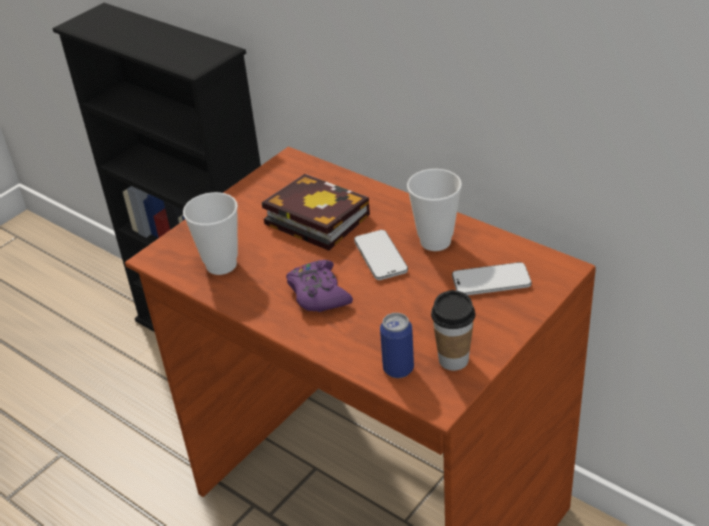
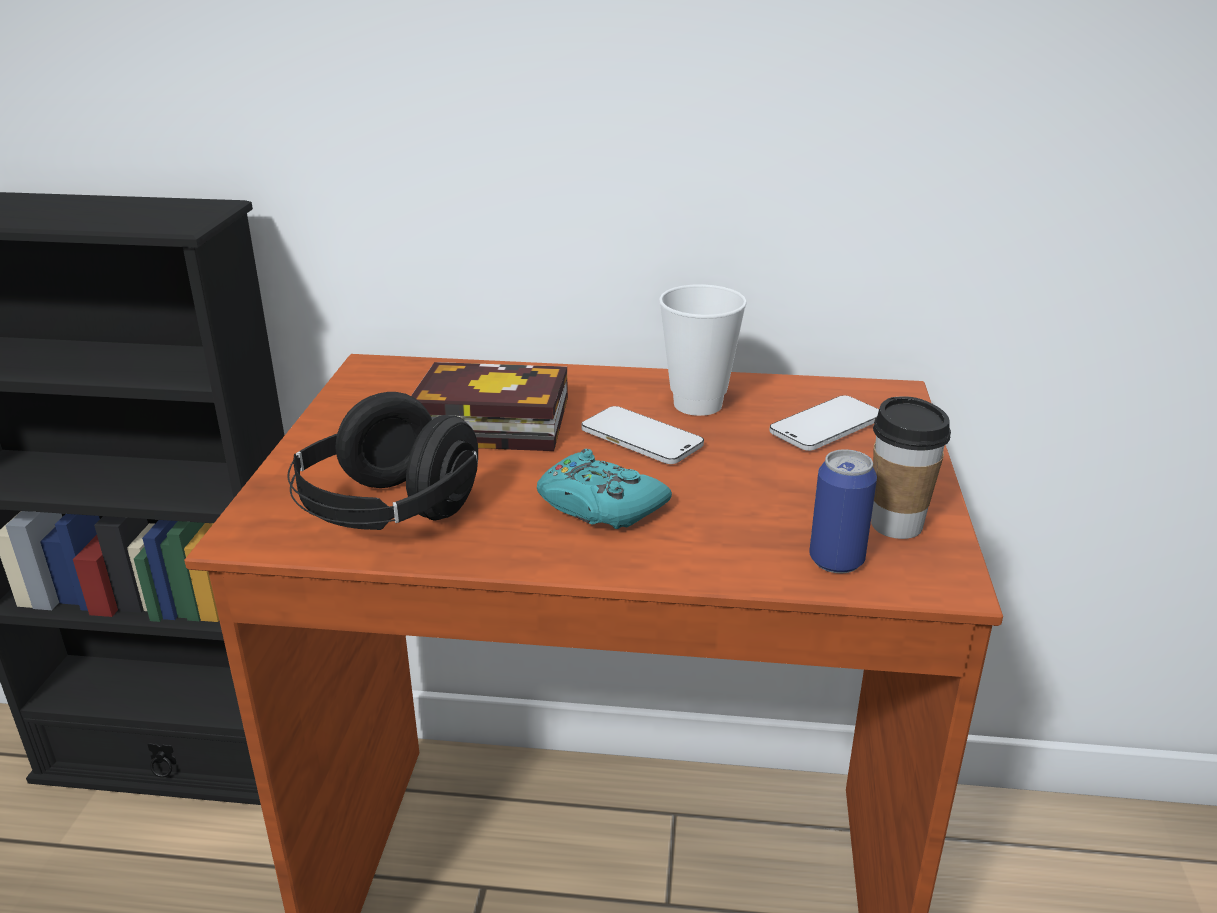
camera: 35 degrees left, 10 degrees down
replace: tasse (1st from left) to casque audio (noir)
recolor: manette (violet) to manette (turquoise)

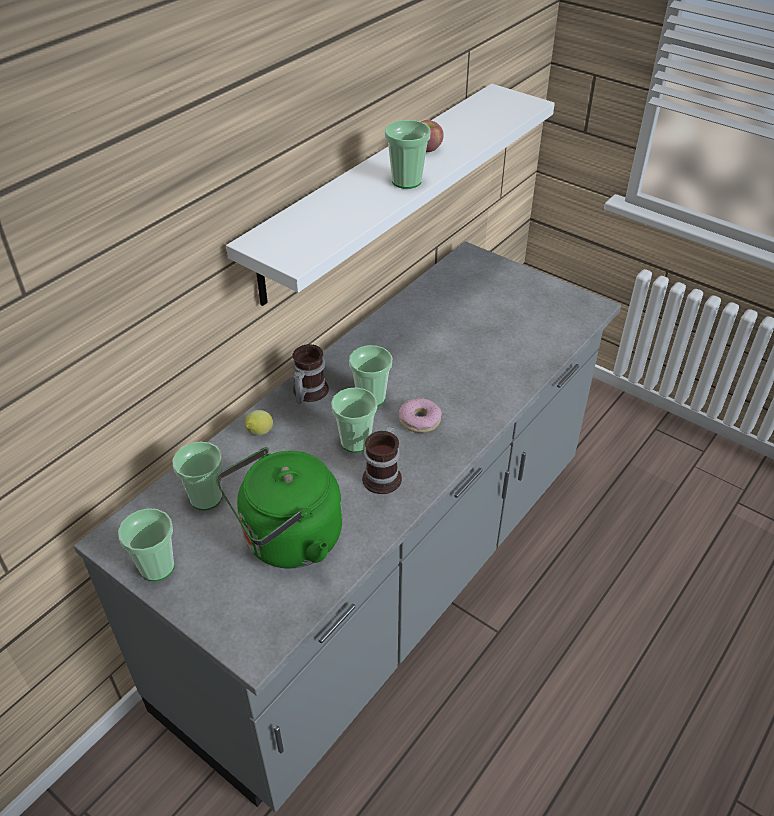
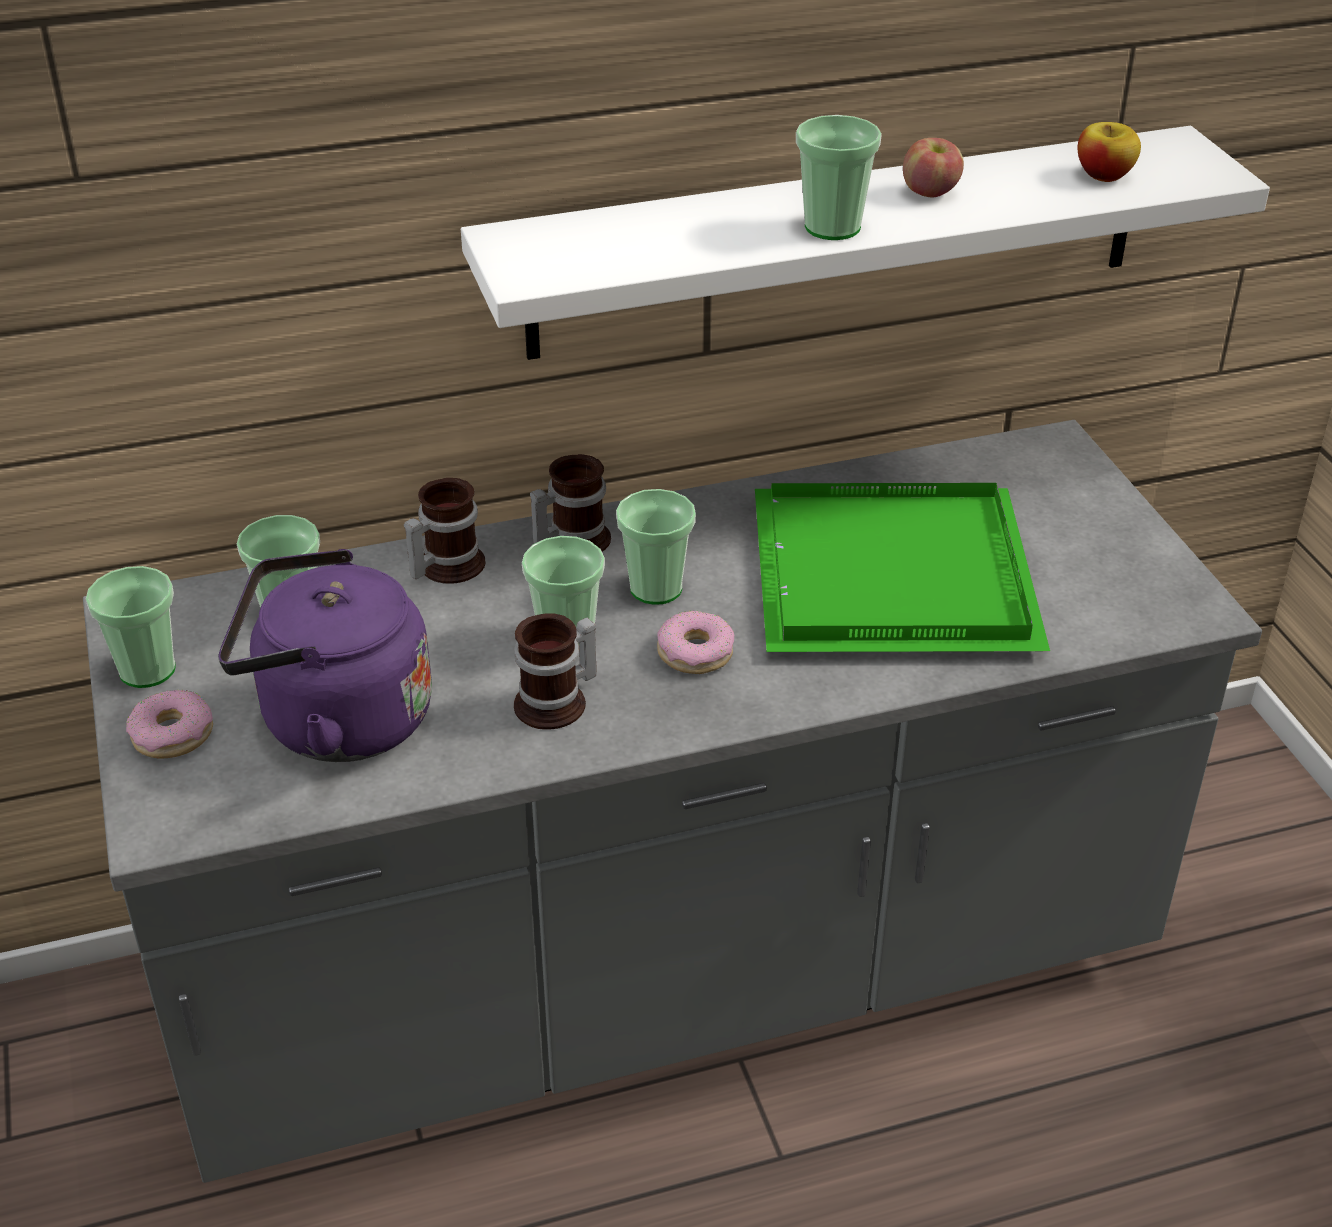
camera: 35 degrees right, 5 degrees down
insert: pomme (2nd from left); plateau (vert); beignet (1st from left)
replace: citron to mug (1st from left)
recolor: bouilloire (vert) to bouilloire (violet)

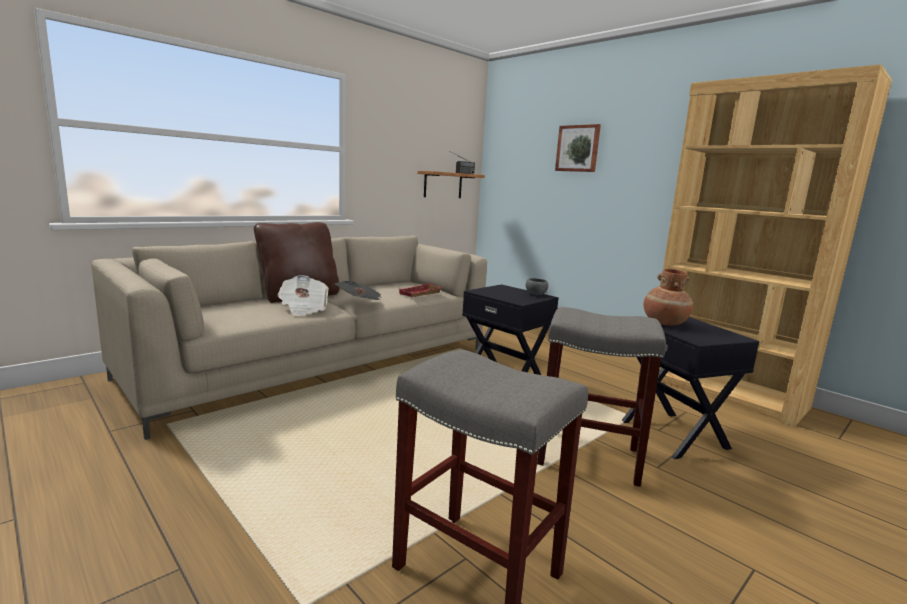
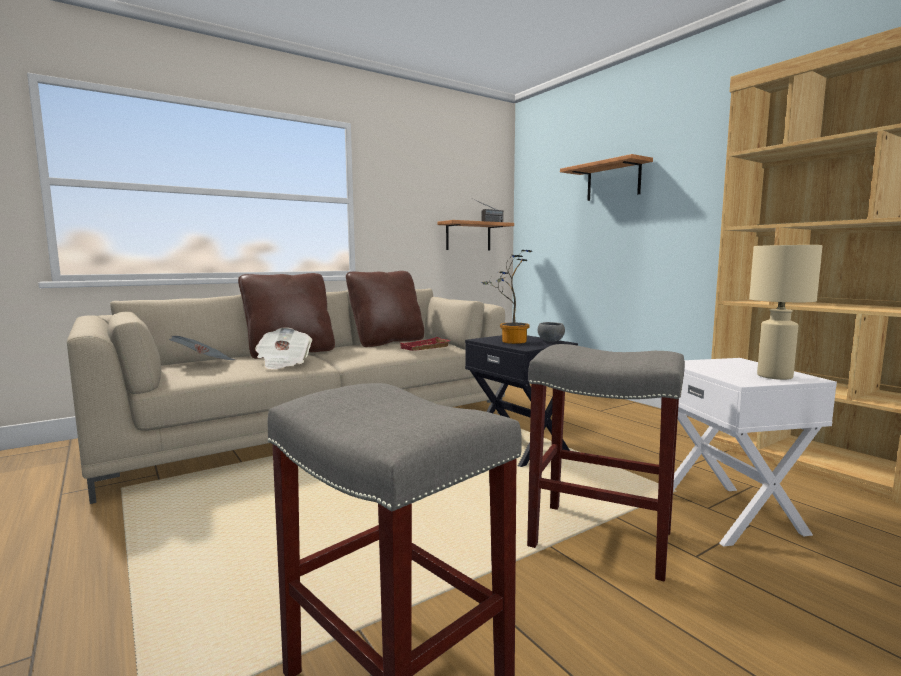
camera: 10 degrees right, 5 degrees down
delete: vase (marron)
insert: lampe de table (beige); plante en pot; coussin (marron) (2nd from left)
move: journal (2nd from left in the first image) to journal (1st from left)
replace: tableau to étagère (2nd from left)
recolor: table d'appoint (noir) (2nd from left) to table d'appoint (blanc)

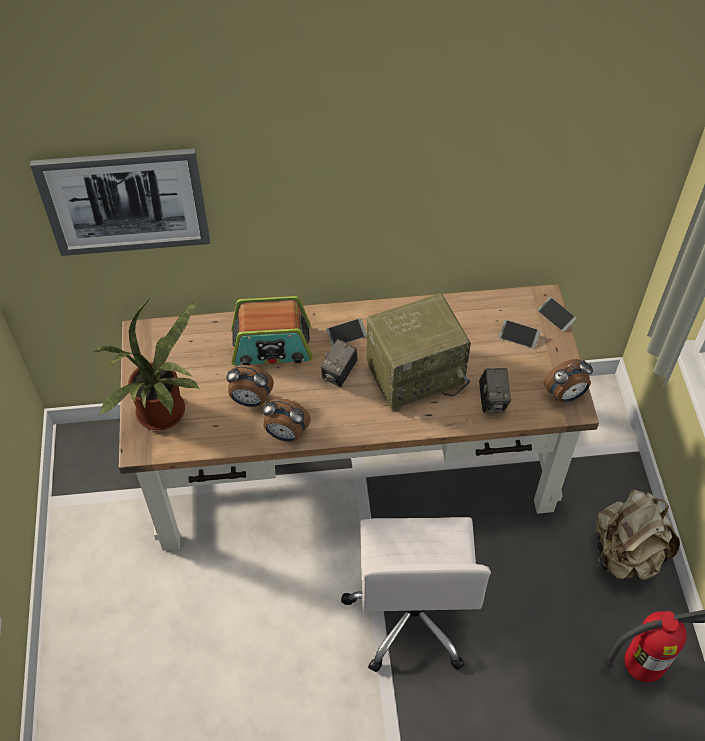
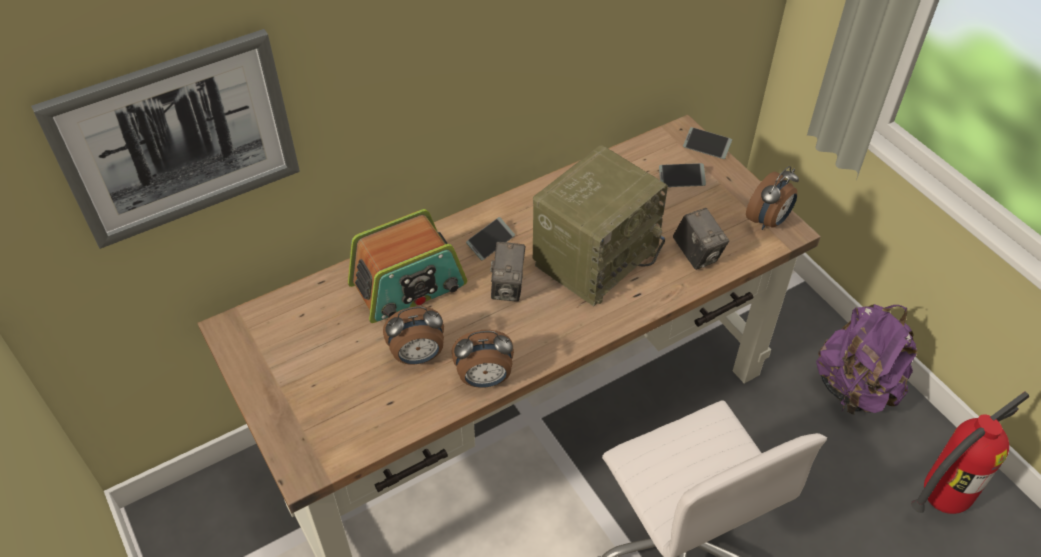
camera: 25 degrees left, 5 degrees down
delete: plante en pot
recolor: sac à dos (beige) to sac à dos (violet)

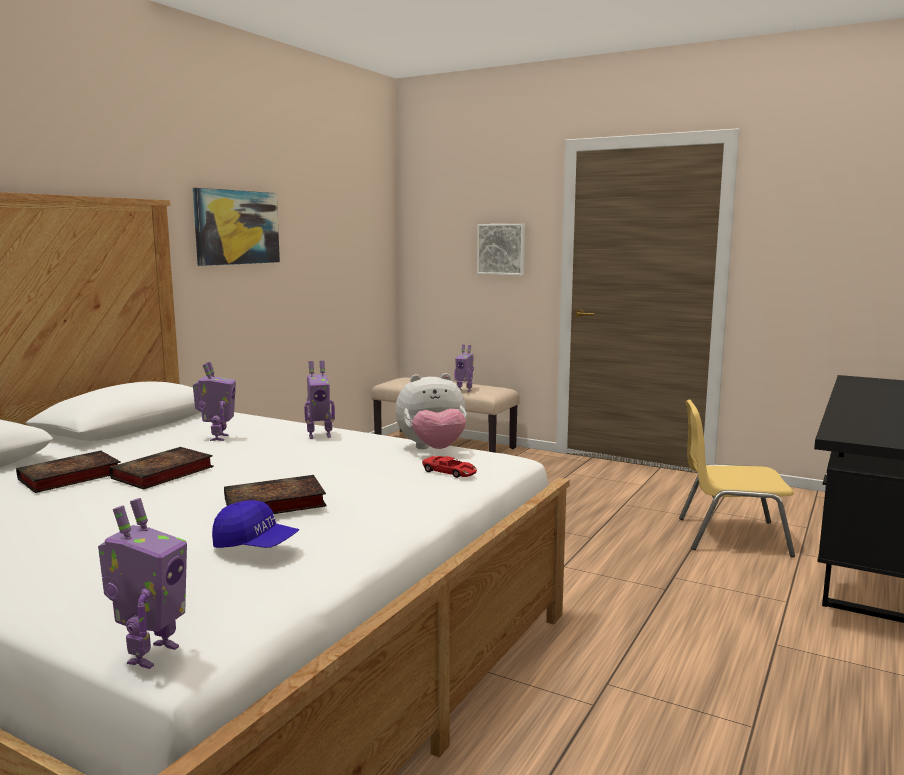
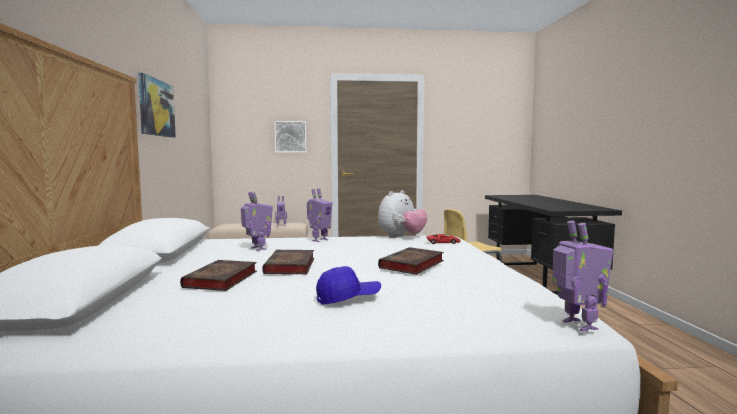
camera: 35 degrees left, 5 degrees down
move: casquette (bleu)

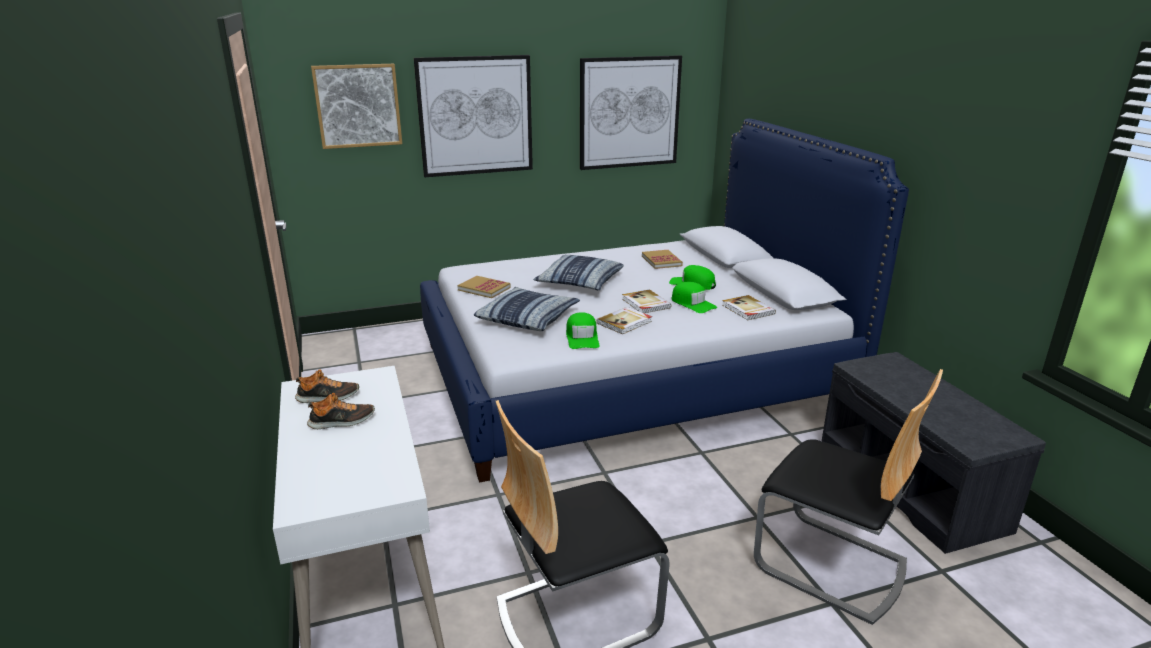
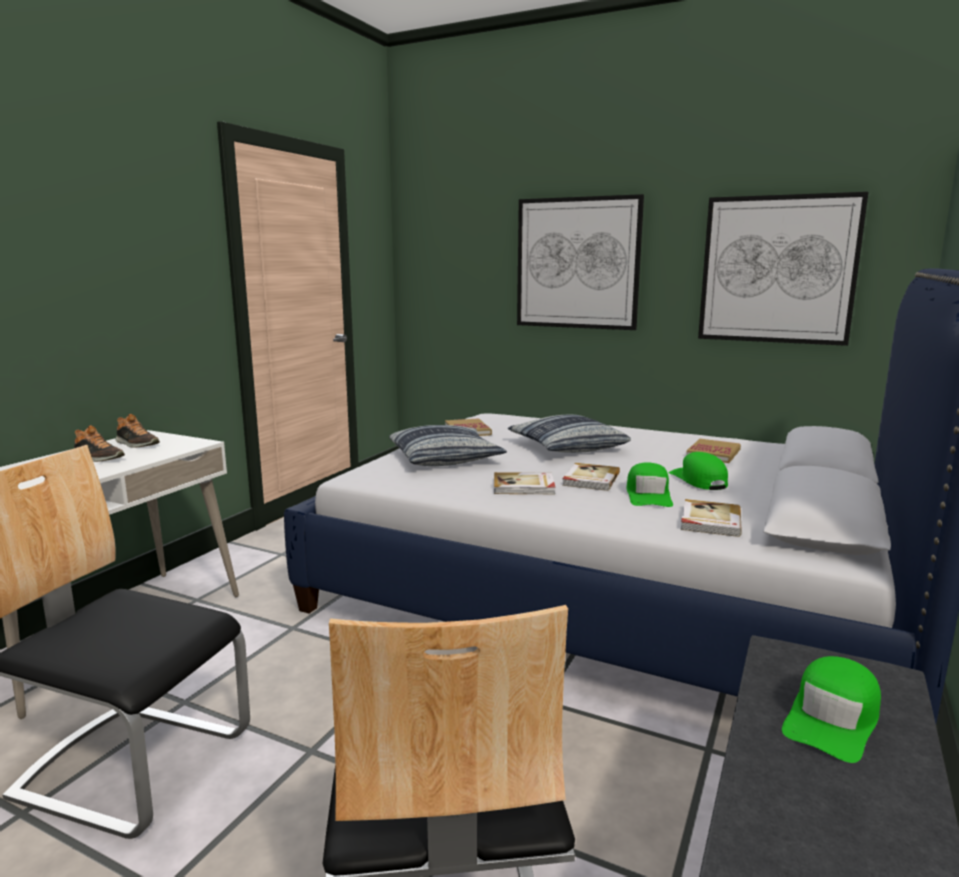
camera: 45 degrees right, 10 degrees down
delete: tableau (1st from left)
move: casquette (vert) (1st from left in the first image) to casquette (vert) (3rd from left)

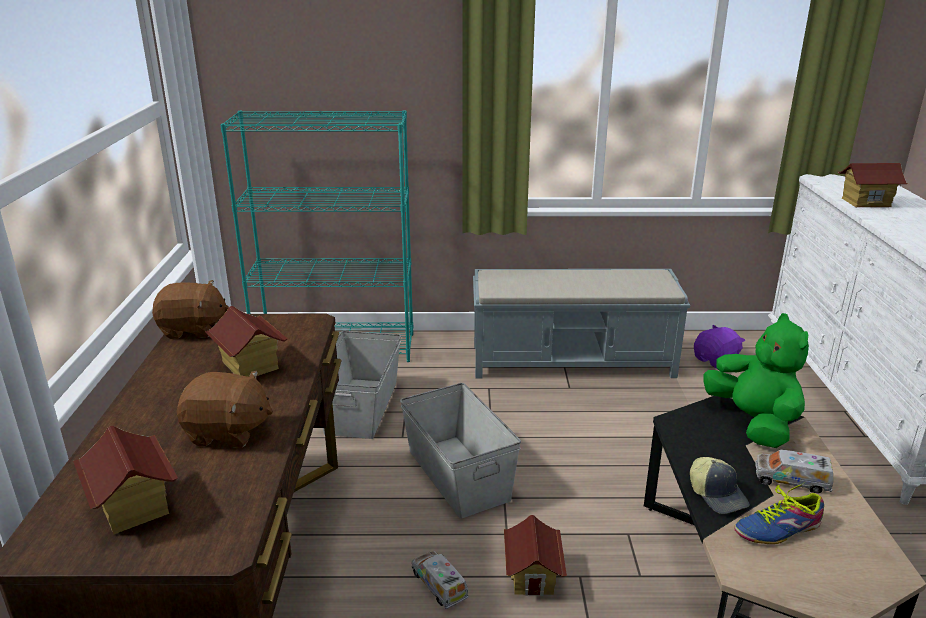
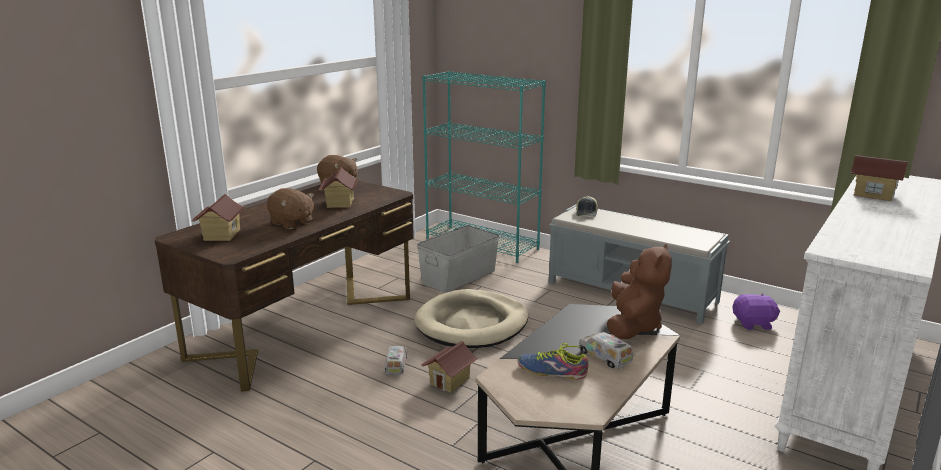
camera: 35 degrees right, 5 degrees down
move: casquette
replace: boîte de rangement (gris) (2nd from left) to panier pour chien (beige)
recolor: peluche (vert) to peluche (marron) (3rd from left)

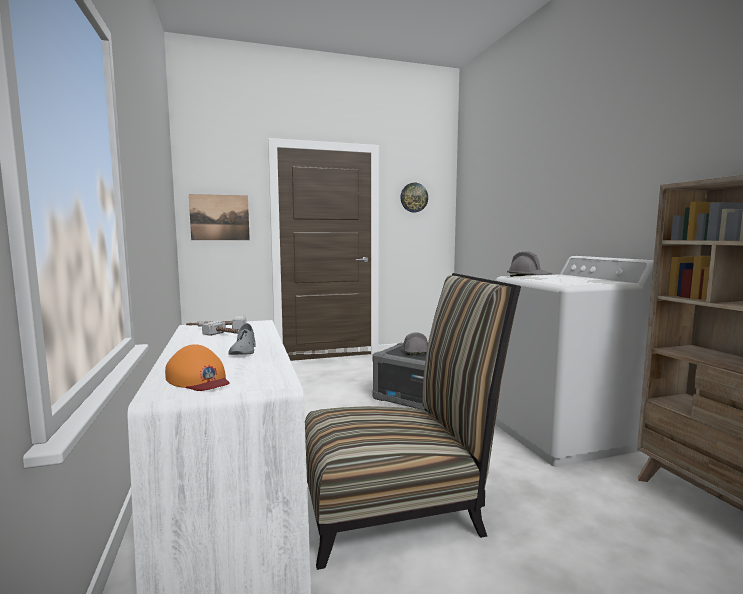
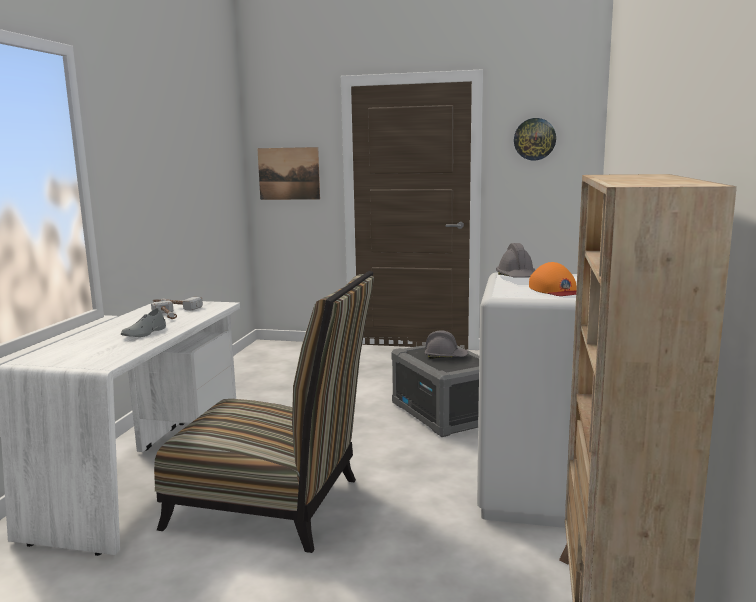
camera: 30 degrees right, 5 degrees up
move: casquette (orange)

